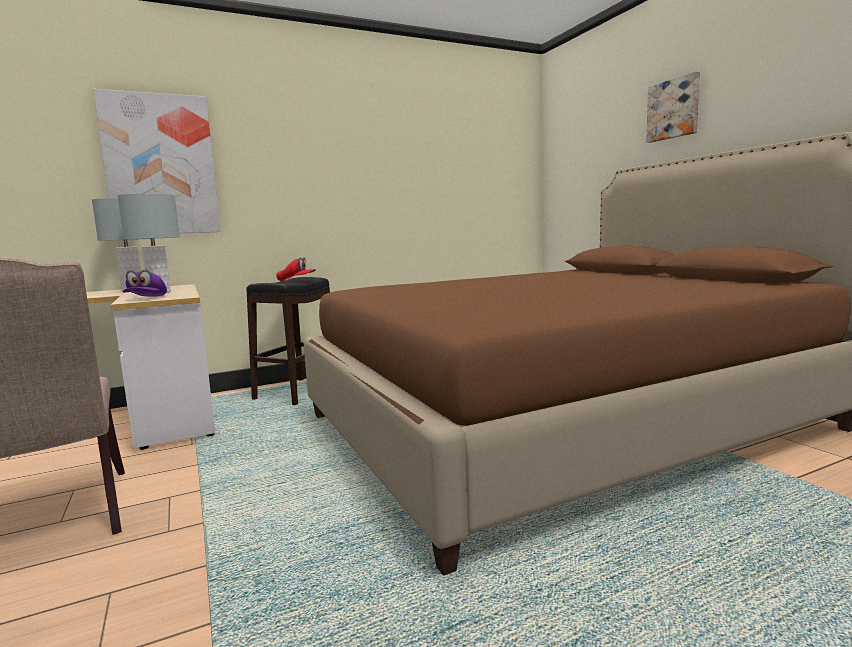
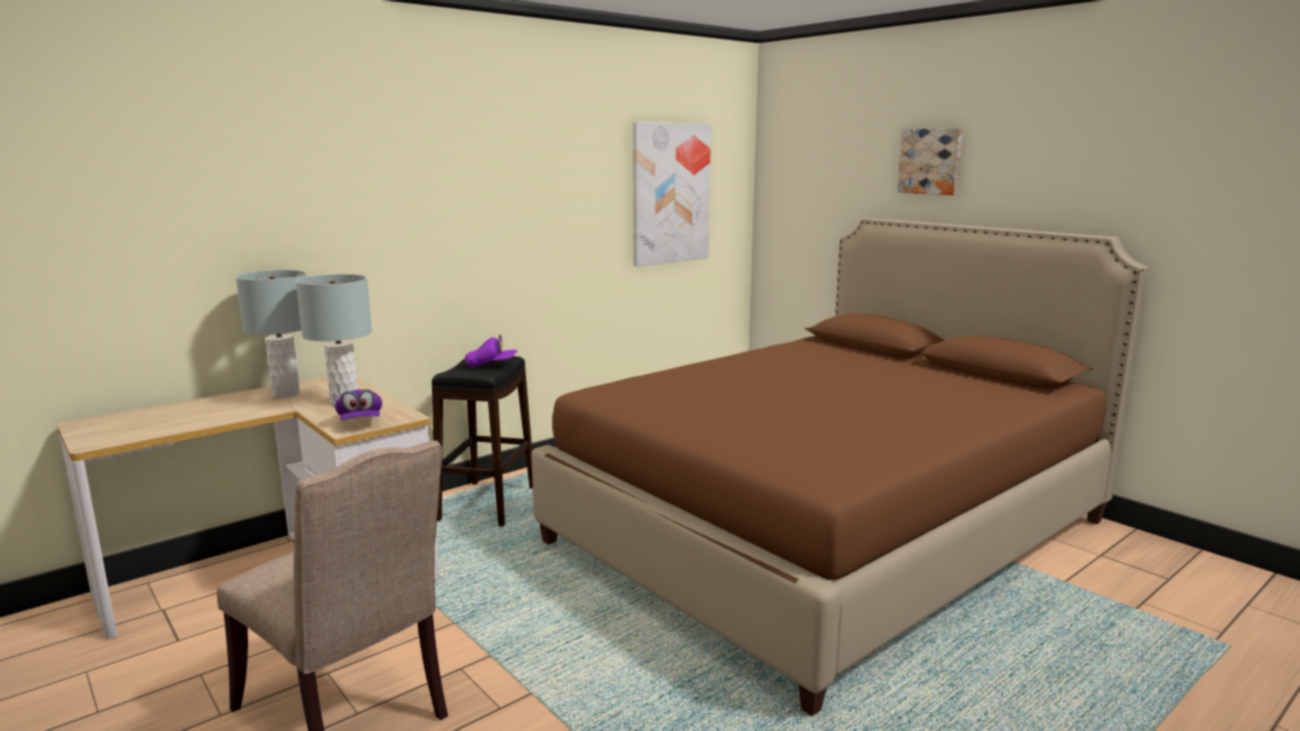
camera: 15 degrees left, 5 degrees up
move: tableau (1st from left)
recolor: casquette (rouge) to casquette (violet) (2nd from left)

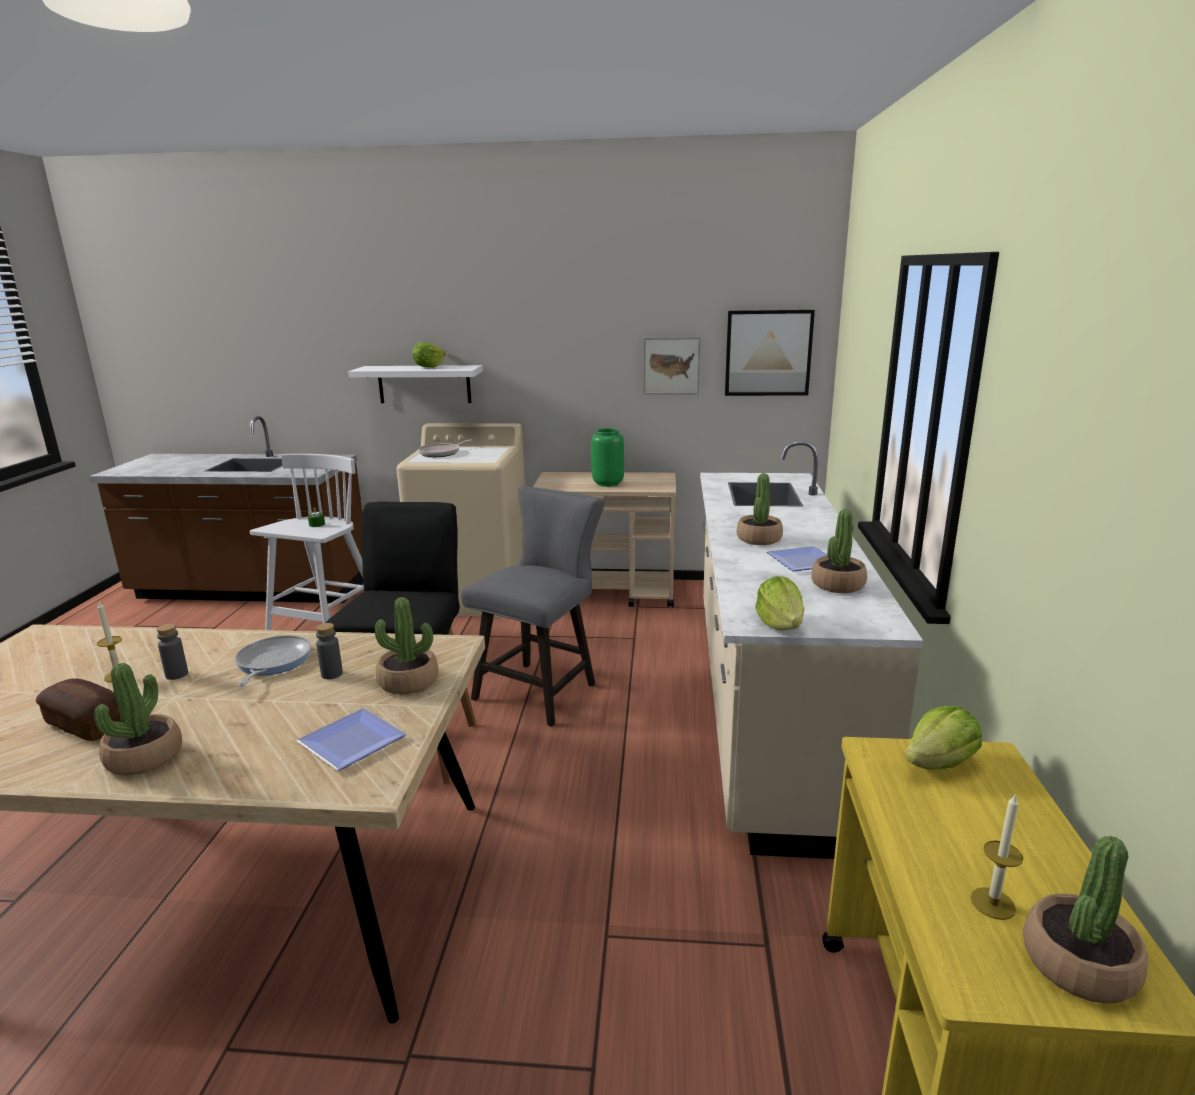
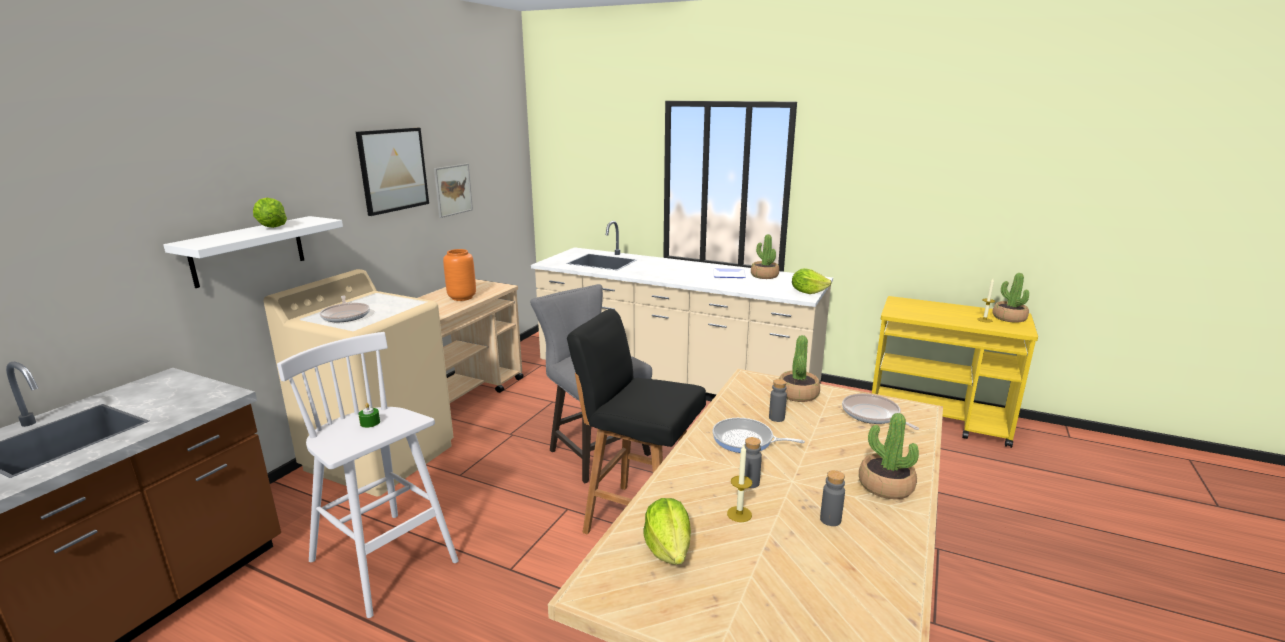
camera: 70 degrees left, 0 degrees up
delete: plante en pot (3rd from left)
move: tableau (2nd from left in the first image) to tableau (1st from left); laitue (3rd from left in the first image) to laitue (2nd from left)
replace: pain to bouteille (gris) (3rd from left); assiette (1st from left) to poêle (3rd from left)
recolor: vase (vert) to vase (orange)

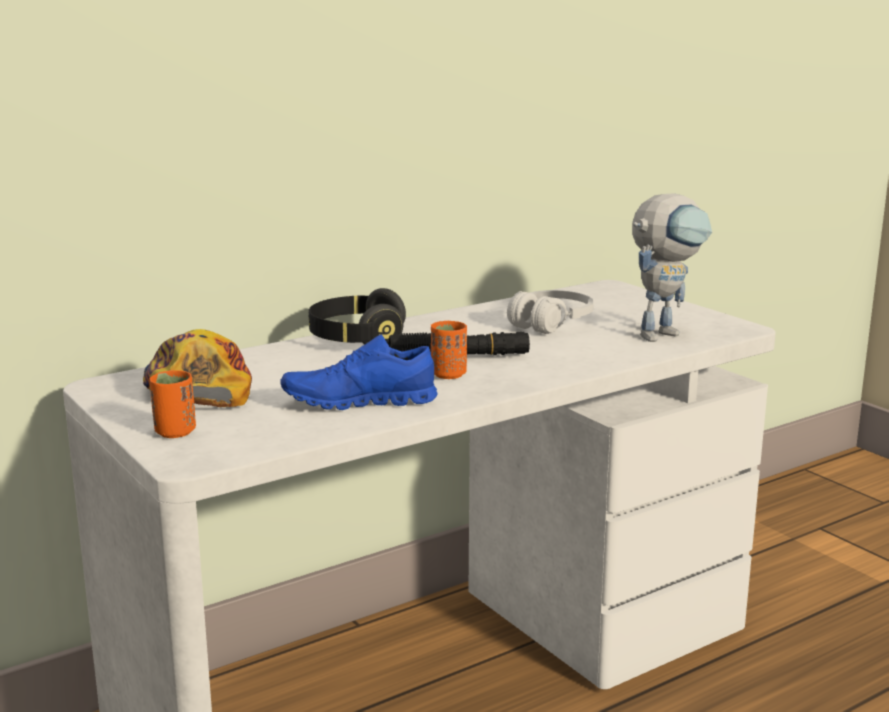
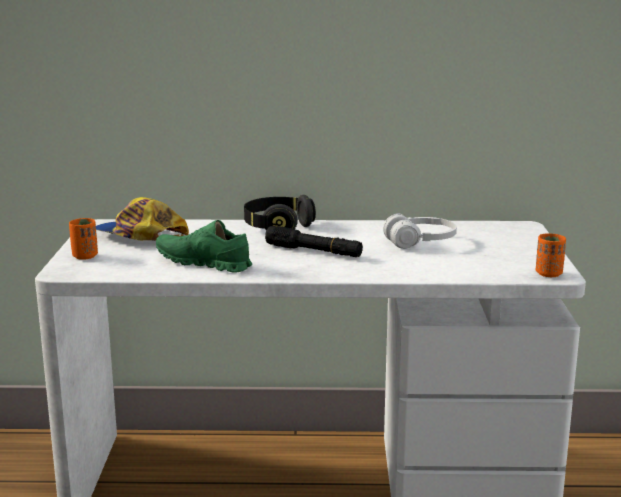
camera: 35 degrees right, 0 degrees up
delete: robot jouet
move: tasse (orange) (2nd from left)
recolor: chaussure (bleu) to chaussure (vert)
rotate: casquette 75 degrees counterclockwise

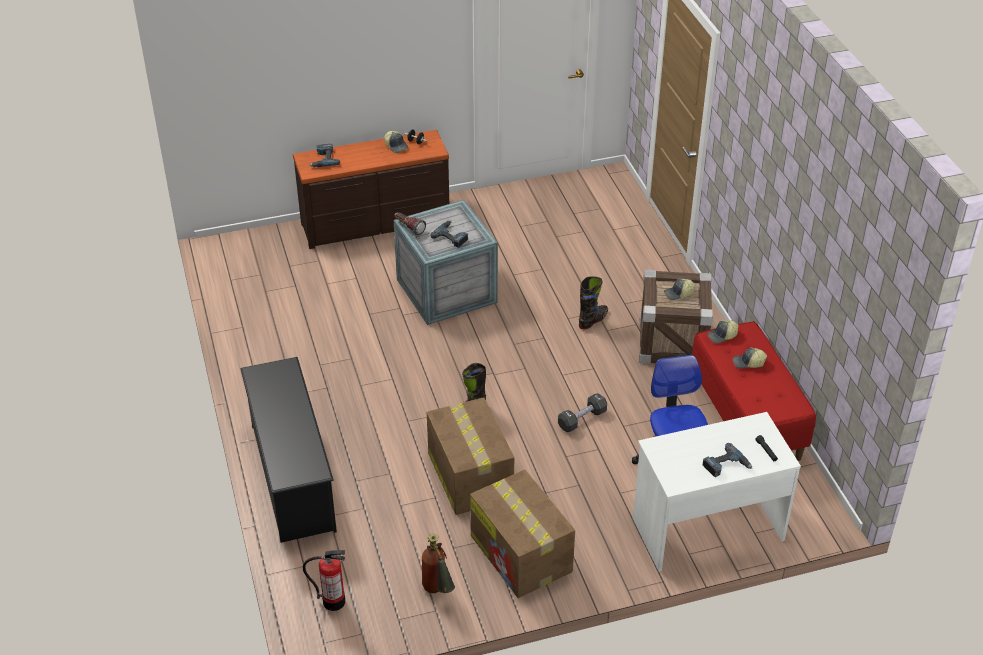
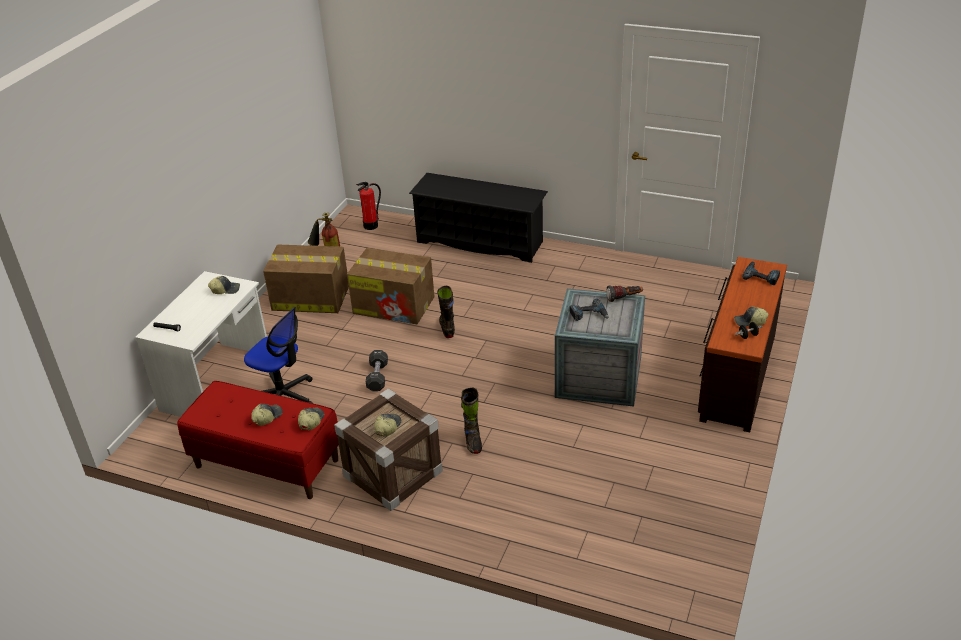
camera: 130 degrees right, 5 degrees down
delete: perceuse (3rd from left)
insert: casquette (1st from left)

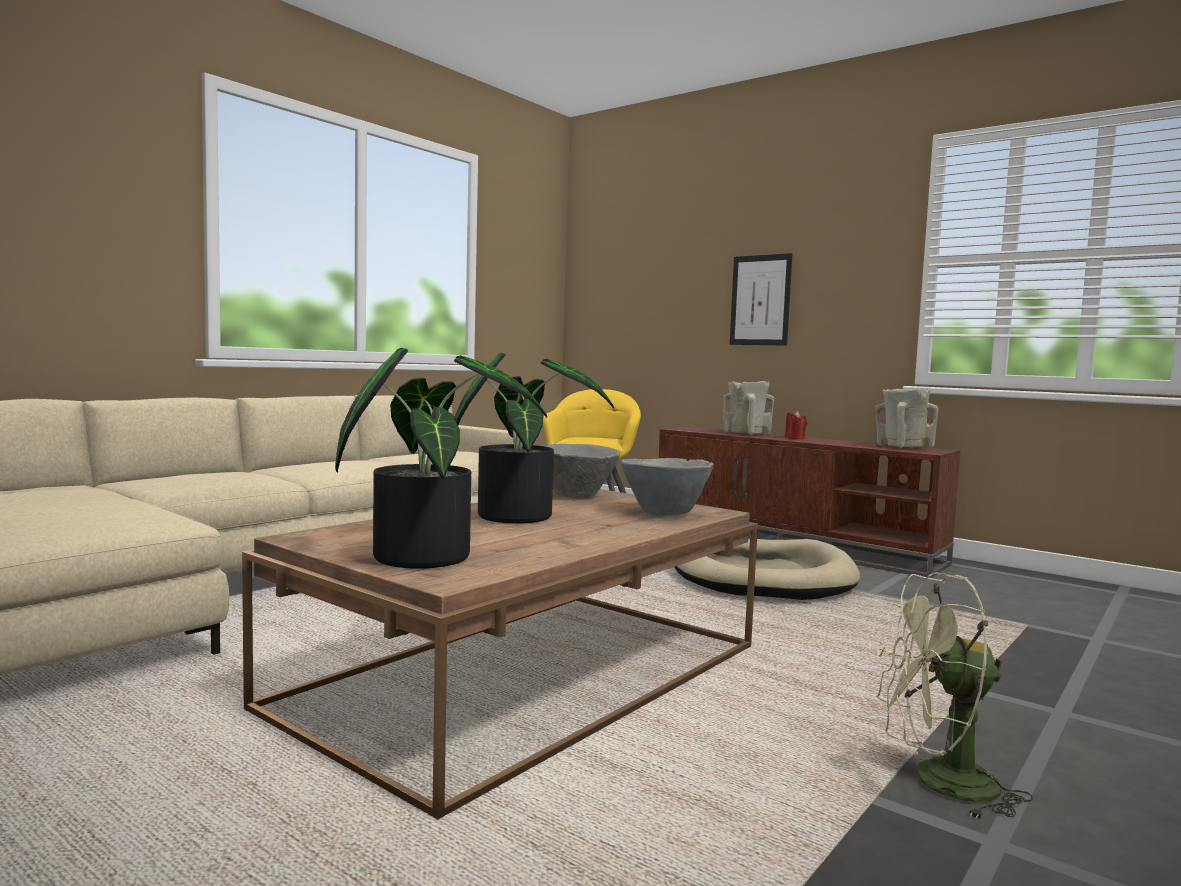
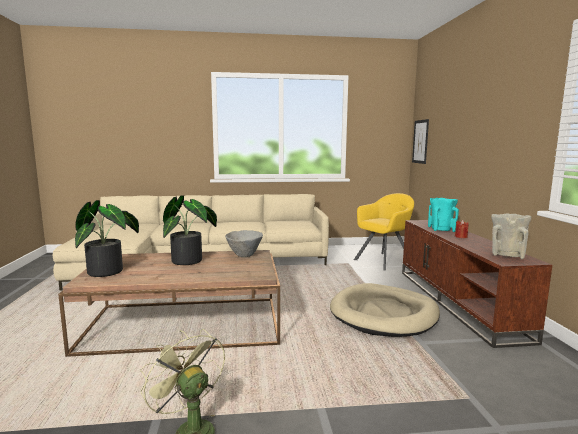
camera: 45 degrees right, 5 degrees up
delete: bol (gris) (2nd from left)
move: tableau
recolor: vase (beige) (1st from left) to vase (turquoise)

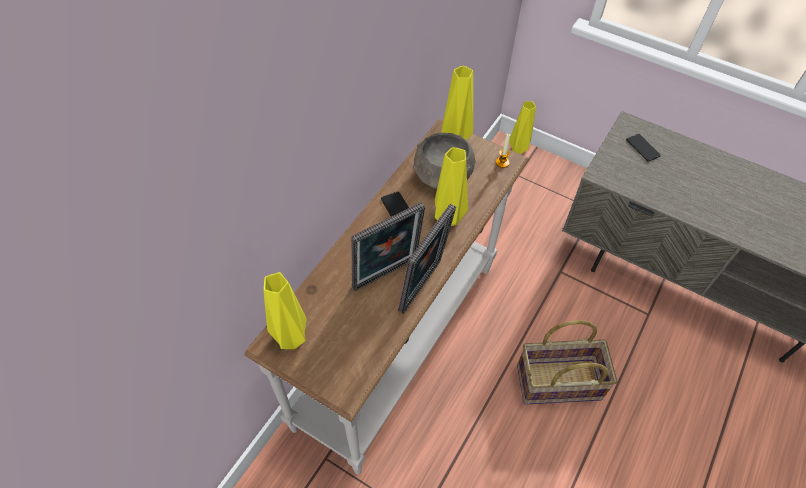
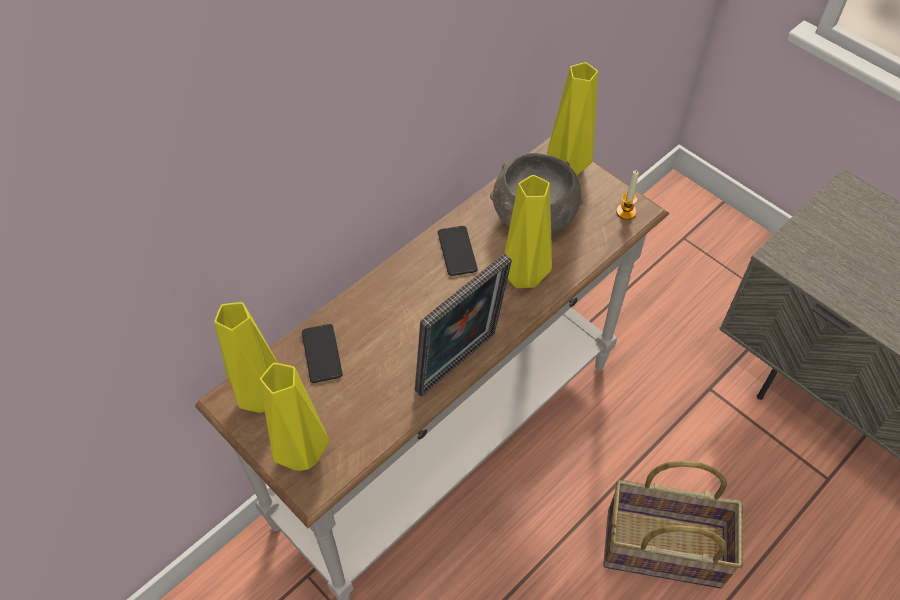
camera: 15 degrees right, 0 degrees up
delete: cadre photo (1st from left)
move: vase (jaune) (4th from left in the first image) to vase (jaune) (2nd from left); téléphone (2nd from left in the first image) to téléphone (1st from left)

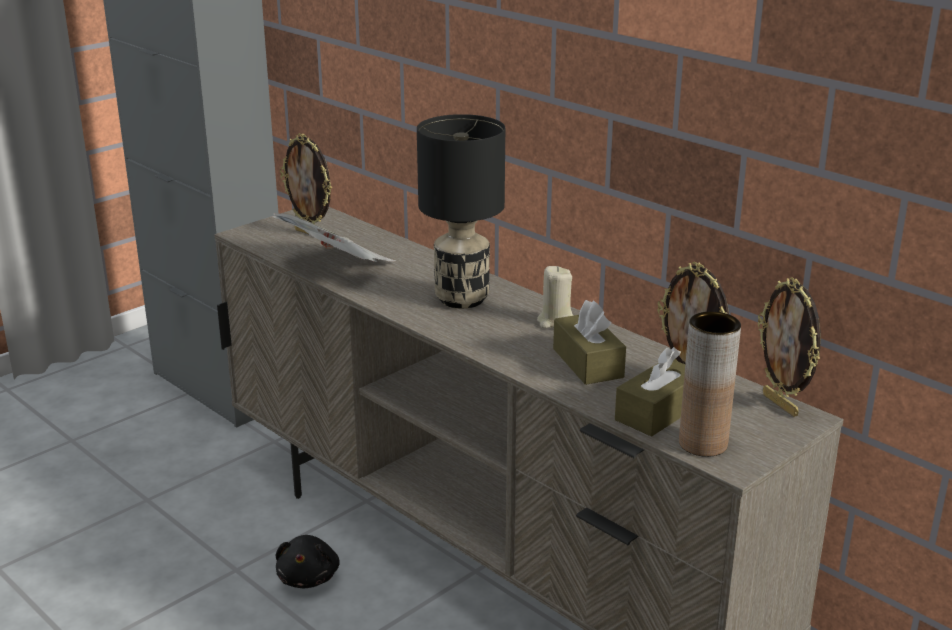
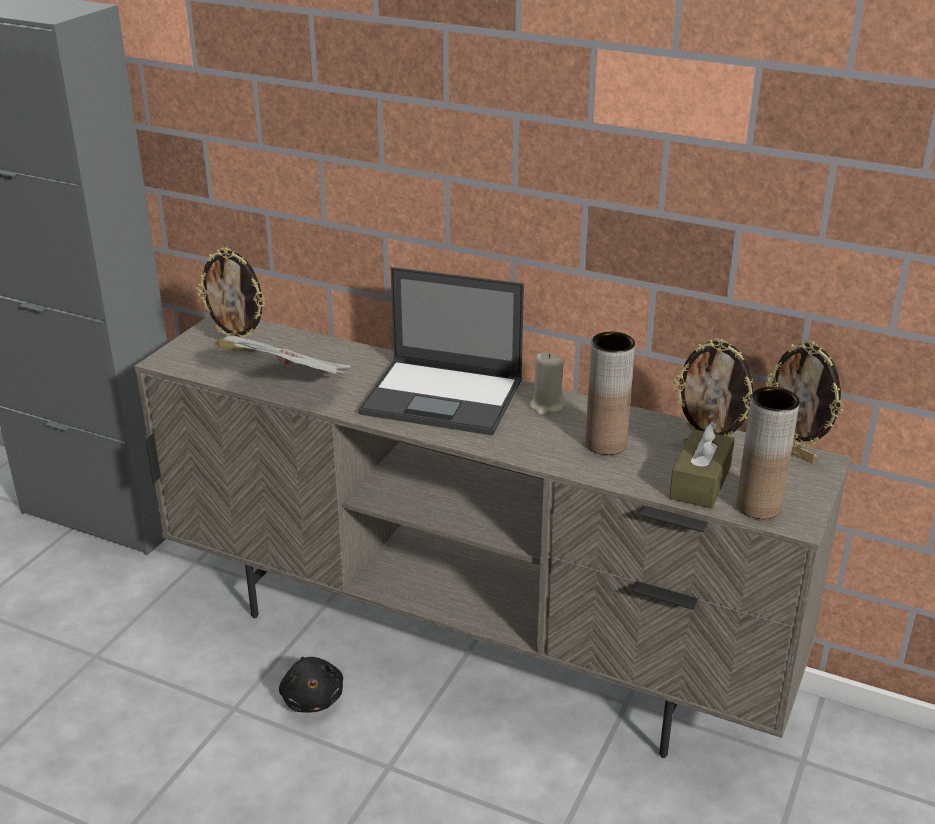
camera: 20 degrees left, 5 degrees up
replace: lampe de table (noir) to ordinateur portable; boîte à mouchoirs (marron) (1st from left) to vase (marron) (1st from left)

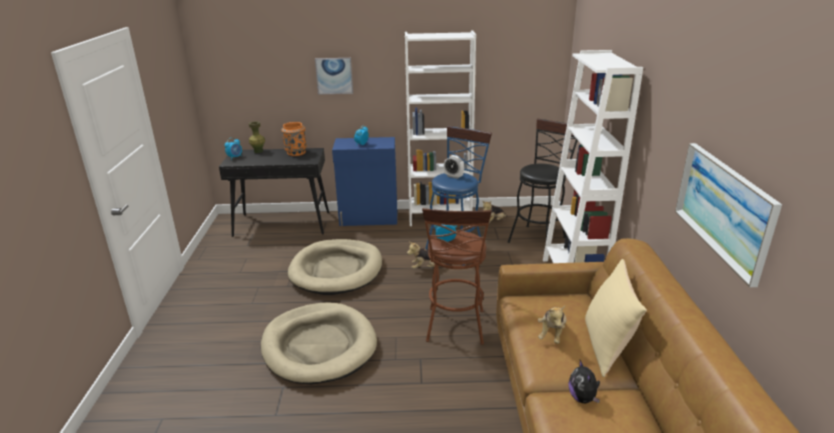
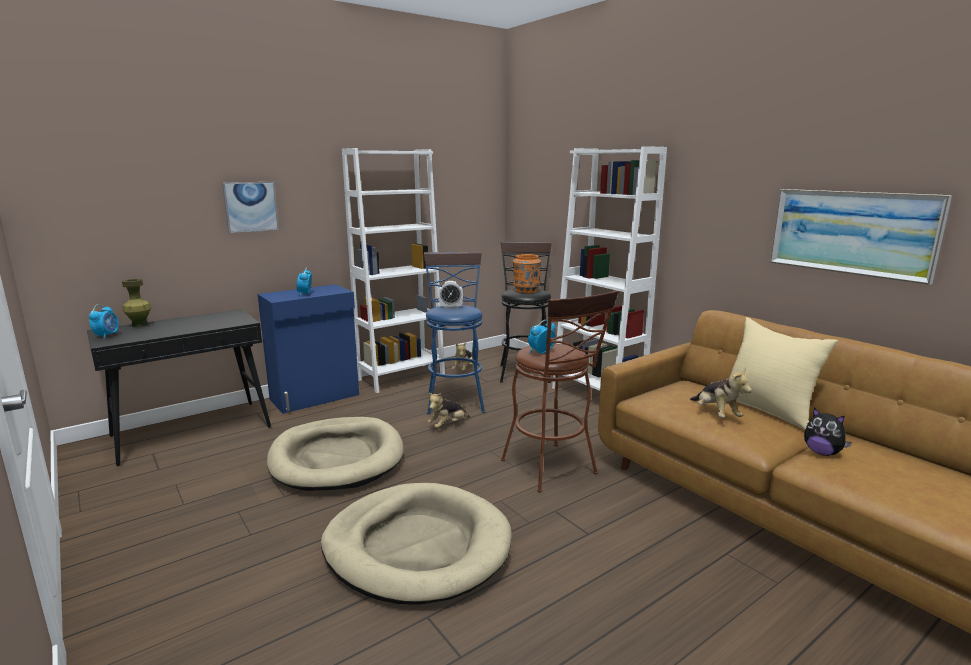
camera: 35 degrees left, 10 degrees down
move: vase (orange)

